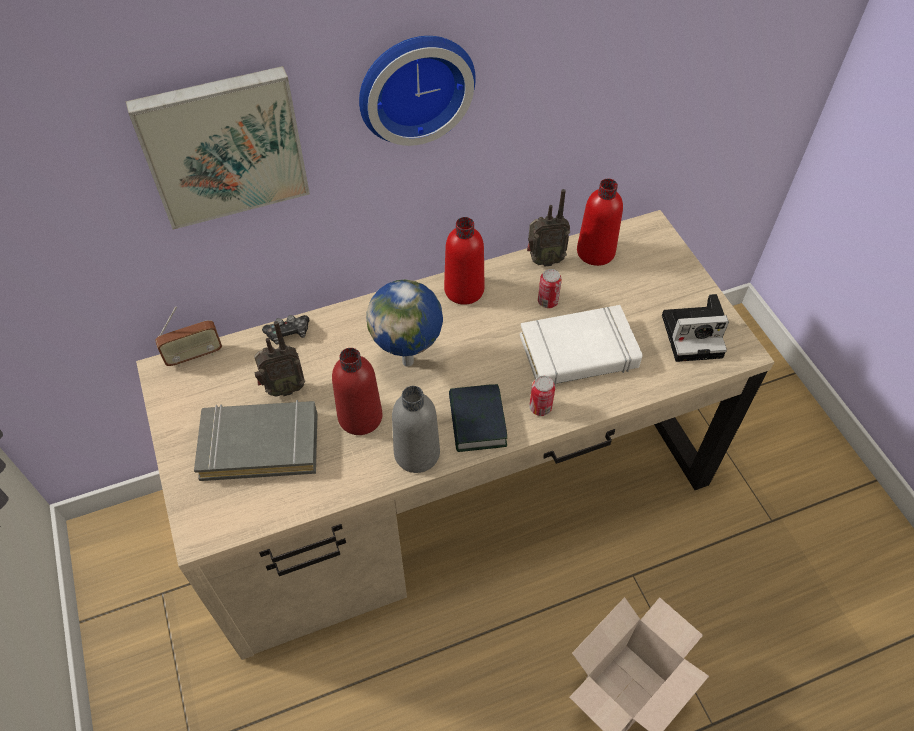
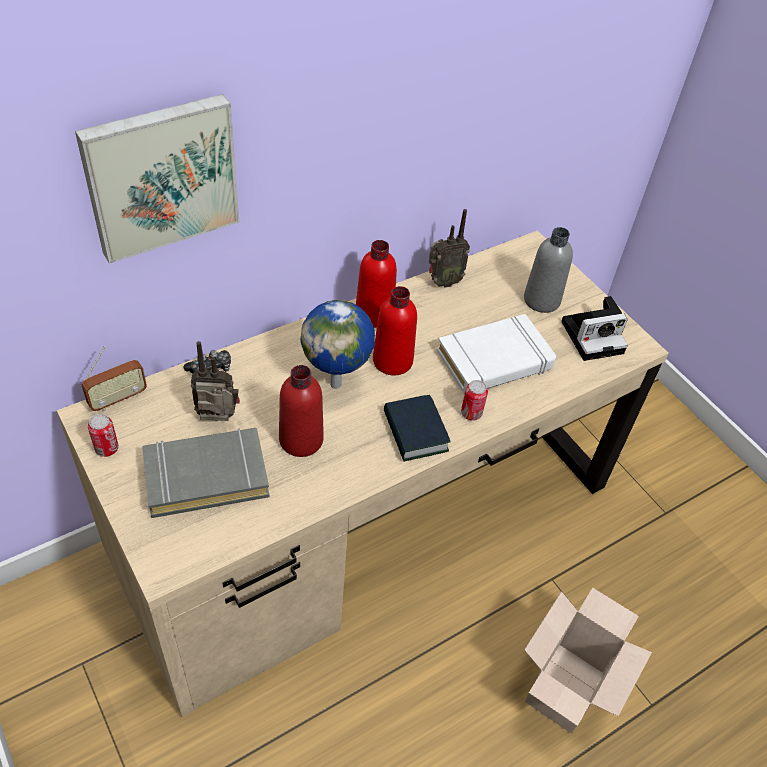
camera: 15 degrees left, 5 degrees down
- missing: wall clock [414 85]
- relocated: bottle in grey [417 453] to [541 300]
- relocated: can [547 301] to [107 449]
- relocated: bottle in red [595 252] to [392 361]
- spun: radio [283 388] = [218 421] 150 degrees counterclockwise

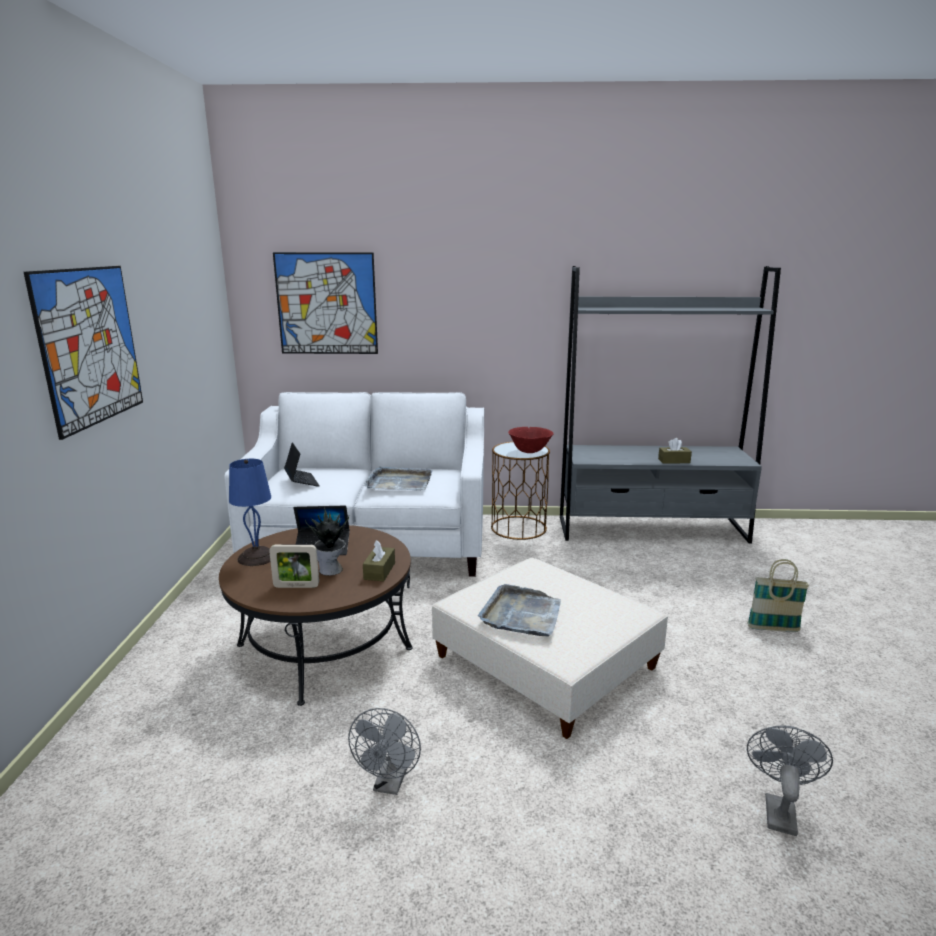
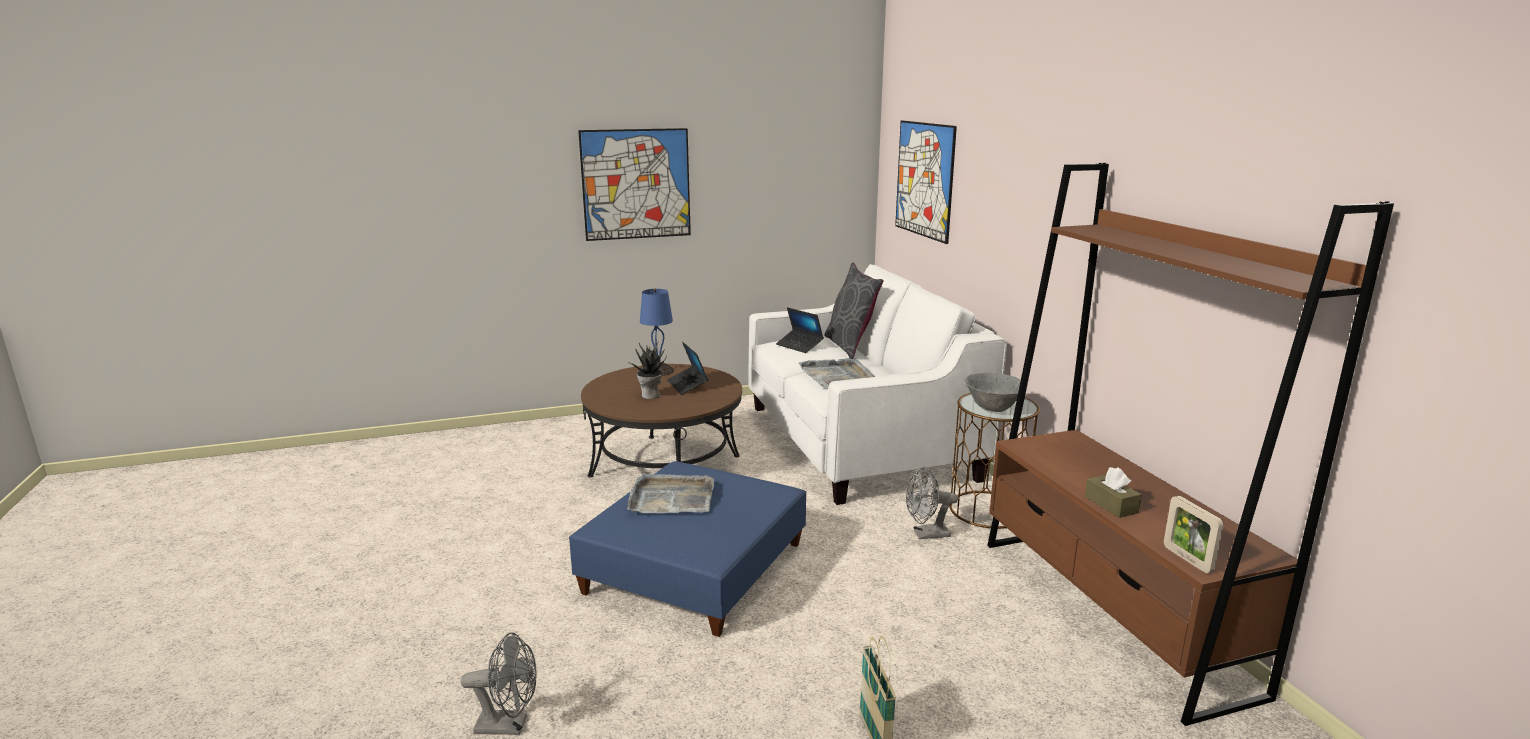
camera: 70 degrees right, 0 degrees up
- missing: tissue box in brown [379 571]
- appeared: pillow in grey [850 346]
- relocated: picture frame [296 586] to [1187 559]
- relocated: fan in grey [390 783] to [926 534]
- colour: ottoman in beige [546 662] to ottoman in blue [694 568]
- colour: bowl in red [529 452] to bowl in grey [992 409]
- colour: bookcase in grey [652 529] to bookcase in brown [1111 613]
- spun: laptop [301 481] = [799 346] 90 degrees clockwise

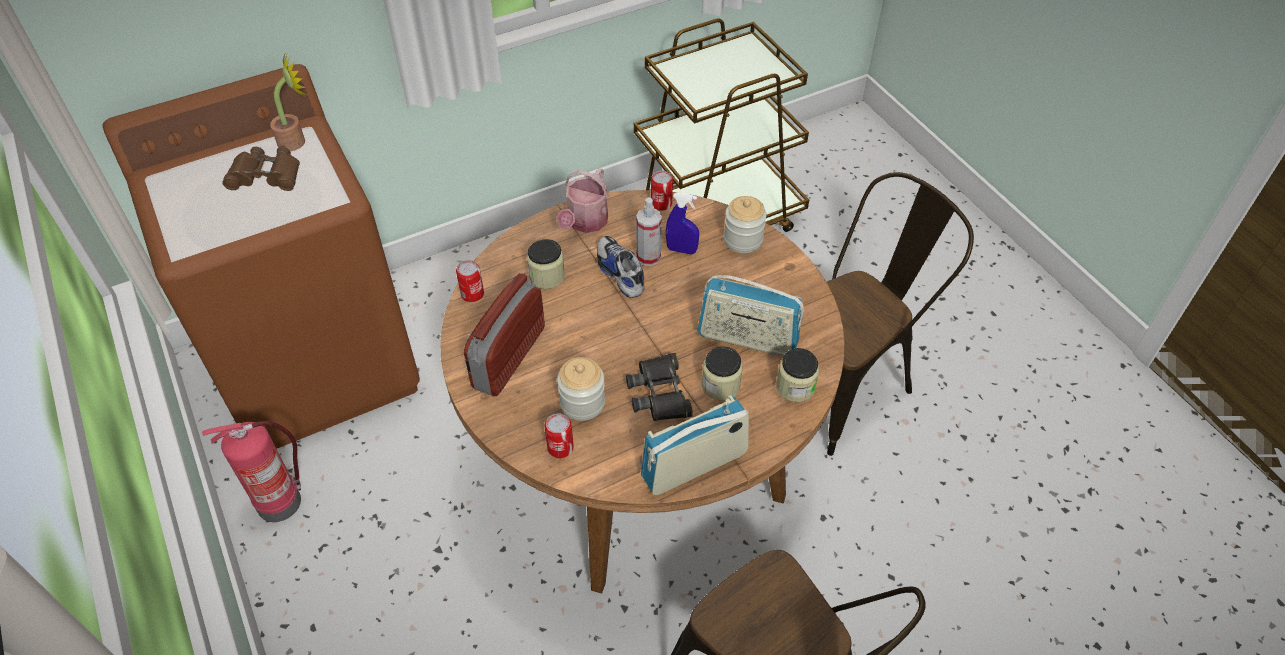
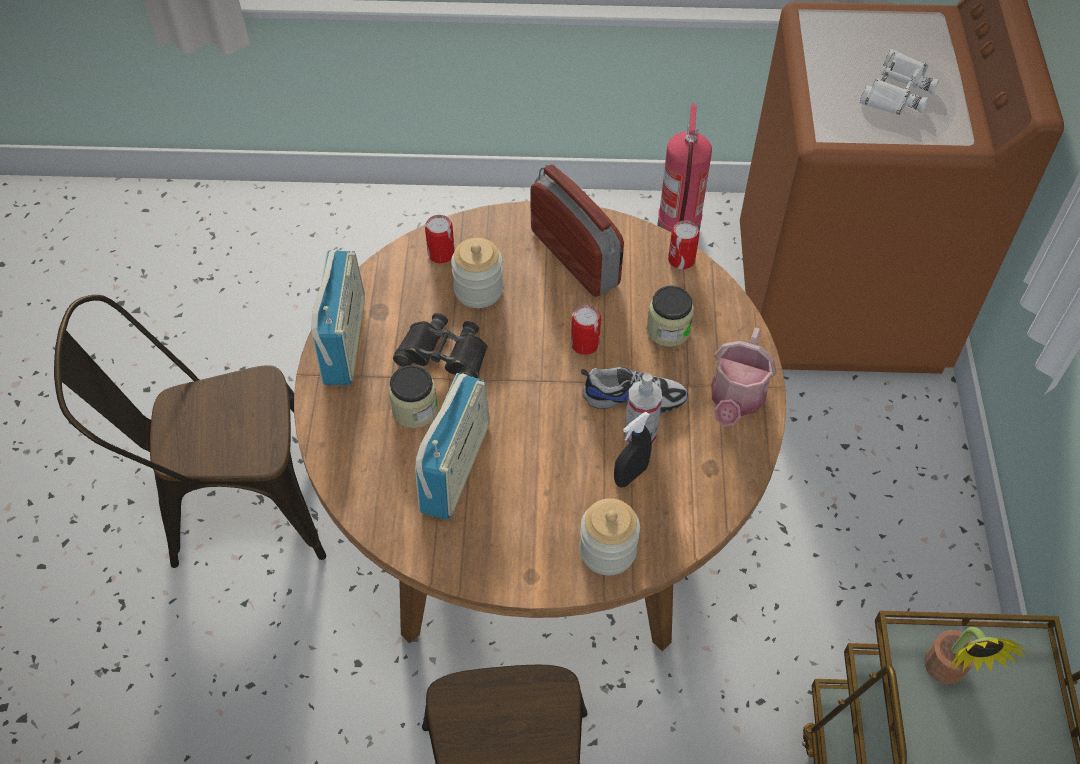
camera: 120 degrees right, 5 degrees up
- missing: jar [795 387]
- relocated: potted plant [297 140] to [947 673]
- relocated: can [661 204] to [585 344]
- colour: binoculars in brown [266 176] to binoculars in white [897 91]
- colour: spray bottle in blue [681 250] to spray bottle in black [630 475]
- spun: watering can [585 223] = [735 400] 120 degrees counterclockwise
- spun: radio [747 339] = [455 467] 150 degrees clockwise

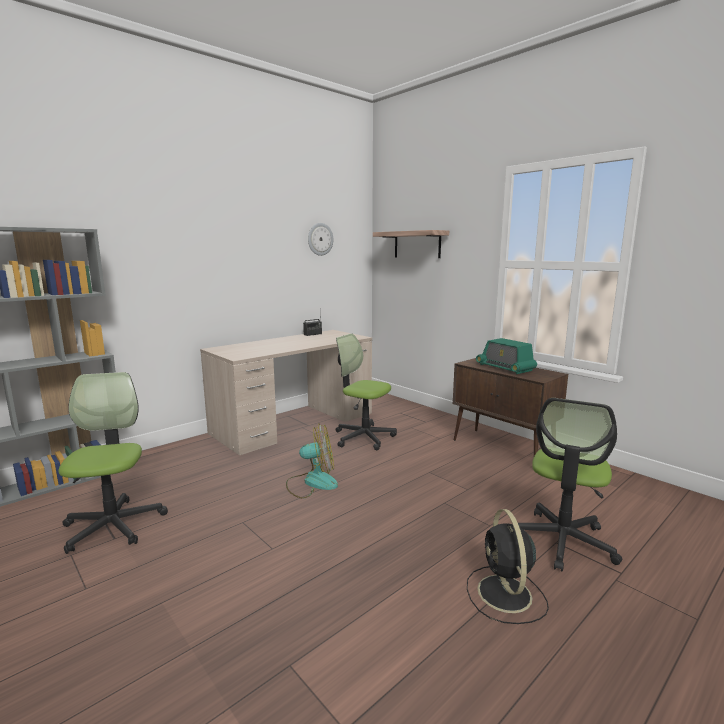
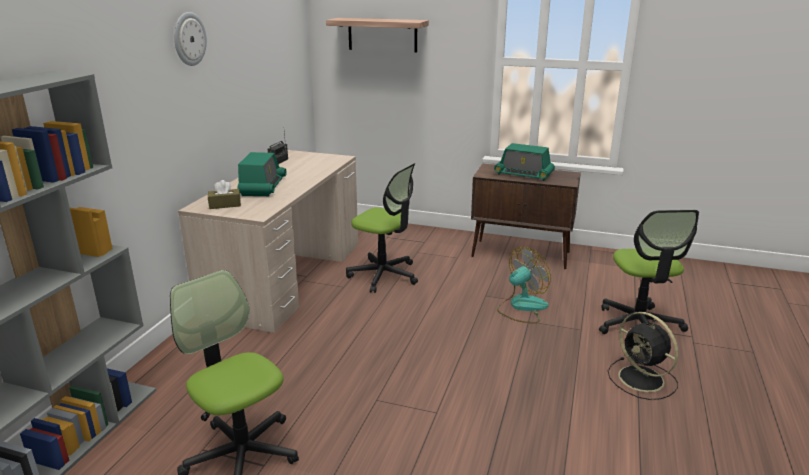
camera: 30 degrees left, 10 degrees up
- appeared: tissue box in brown [225 205]
- appeared: radio [262 187]
- relocated: fan [312 482] to [522 307]
- relocated: wall clock [320 239] to [189 39]
- spun: office chair [364 437] = [384 275] 150 degrees counterclockwise

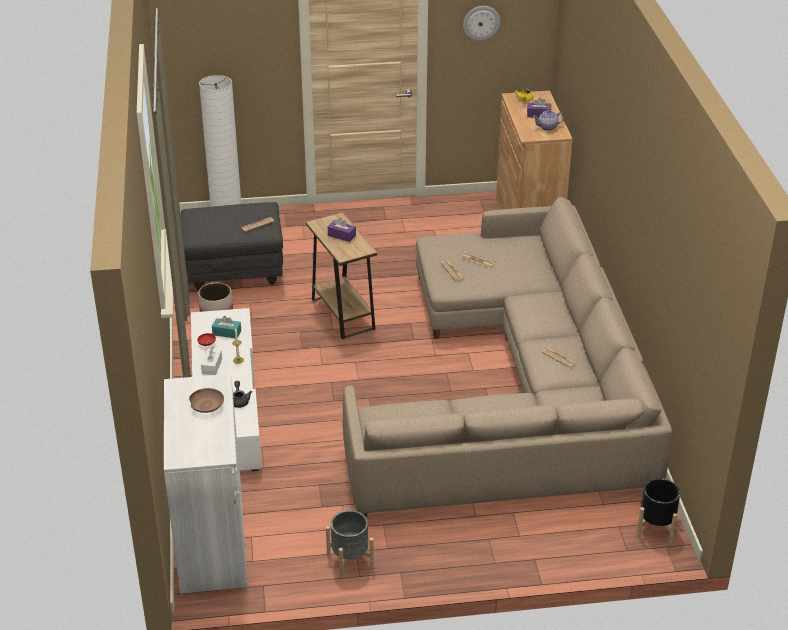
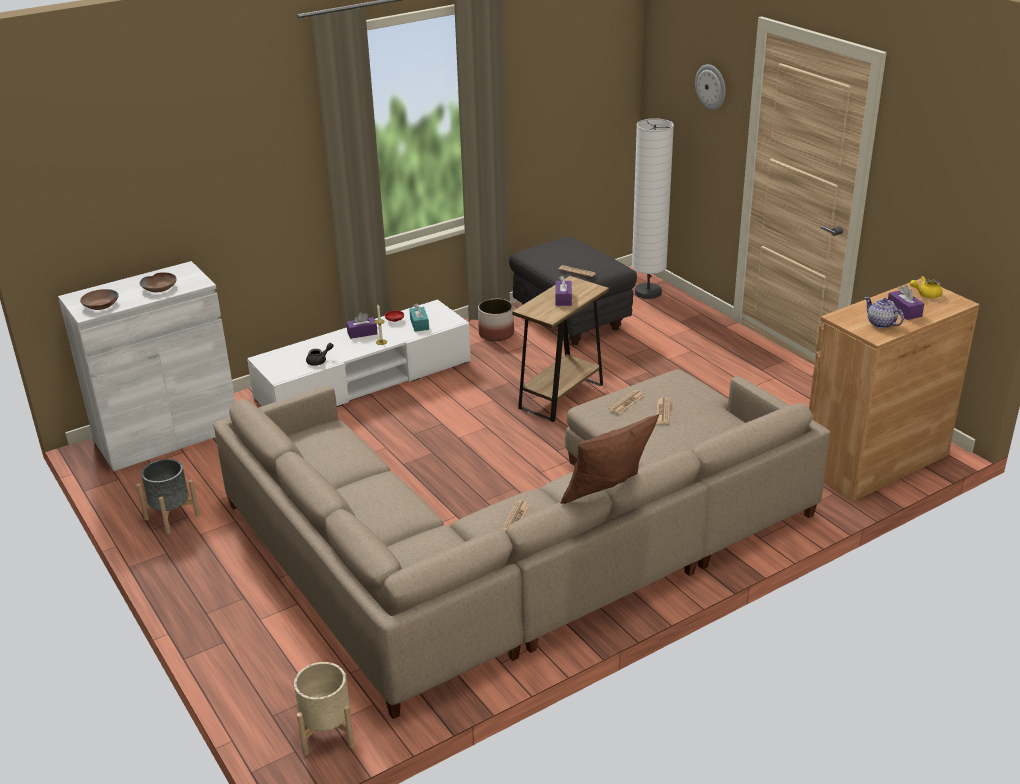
camera: 65 degrees right, 5 degrees down
- appeared: bowl in brown [100 305]
- appeared: pillow in brown [608 496]
- relocated: wall clock [481 22] to [711 86]
- colour: tissue box in white [212 366] to tissue box in purple [362 333]
- colour: planter in black [656 527] to planter in beige [327 732]

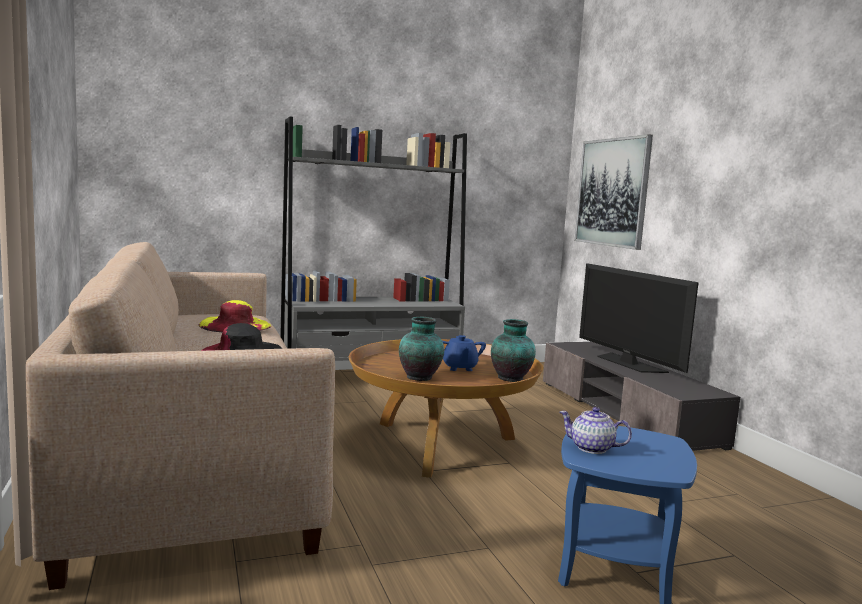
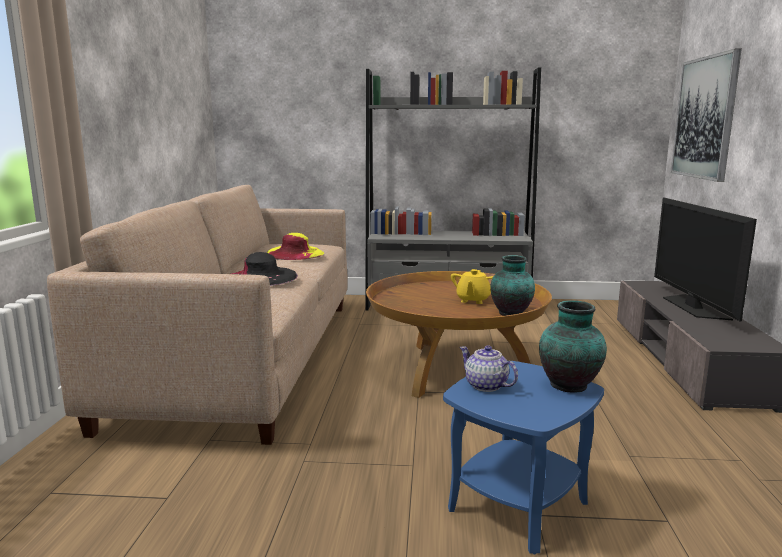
camera: 25 degrees right, 5 degrees up
- relocated: vase [420 377] to [570 386]
- colour: teapot in blue [459 368] to teapot in yellow [473 300]

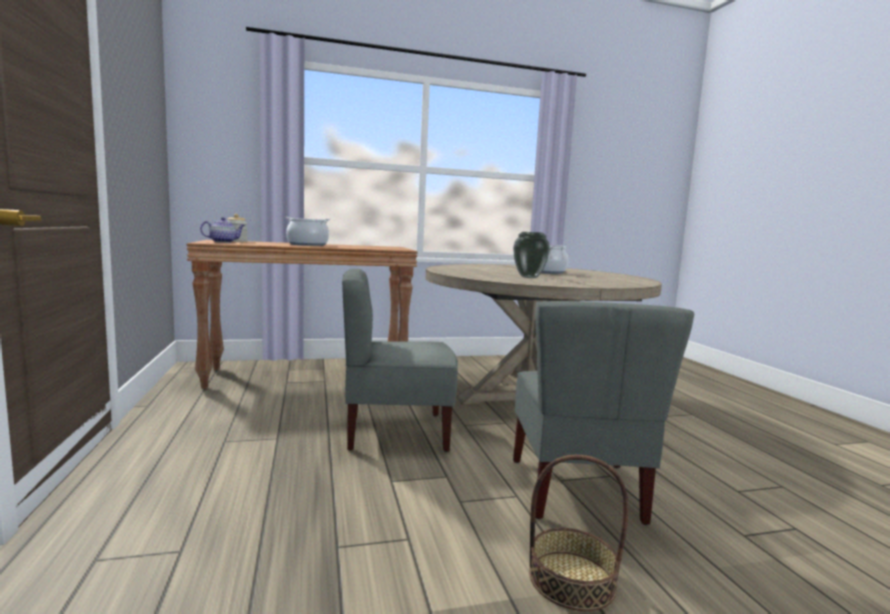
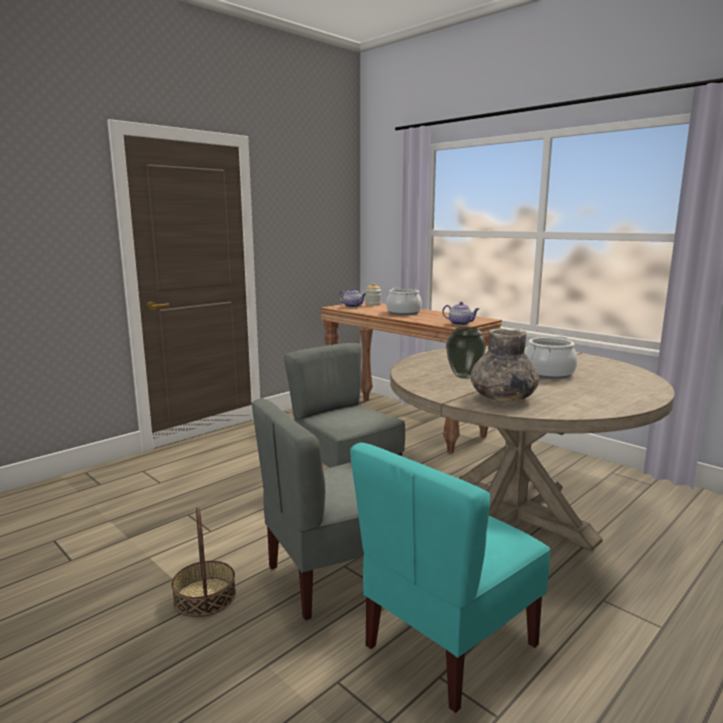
camera: 60 degrees right, 5 degrees up
- appeared: chair in turquoise [448 645]
- appeared: teapot [460 324]
- appeared: vase in grey [502 398]

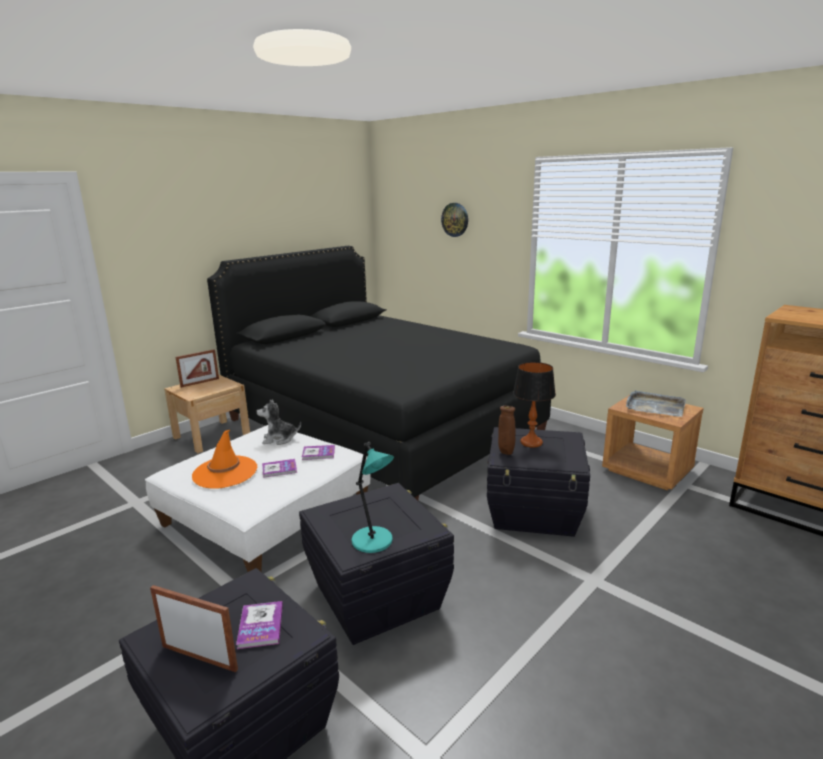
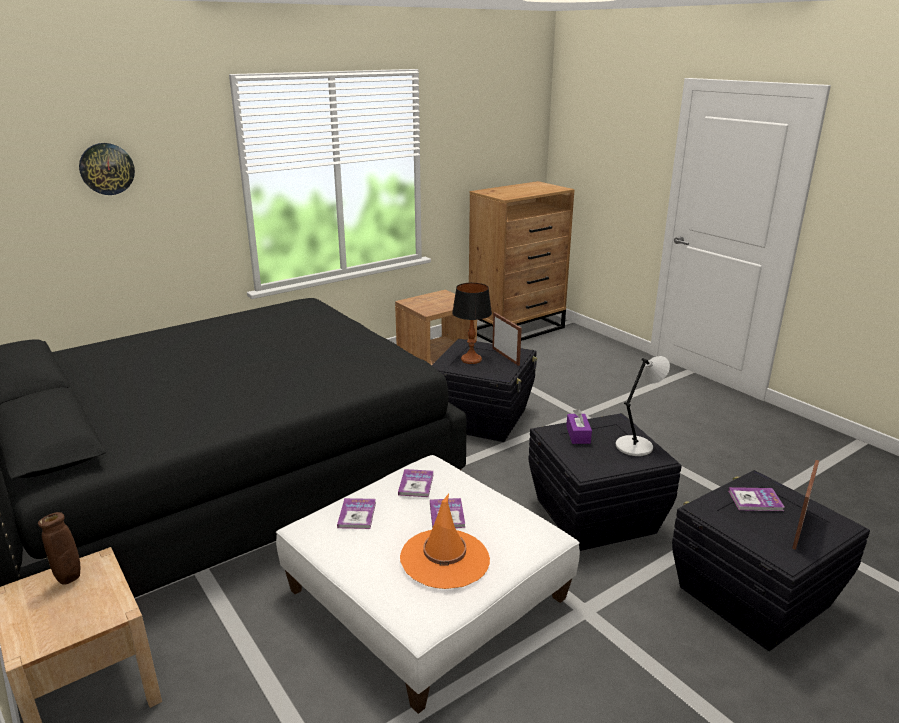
camera: 80 degrees left, 5 degrees up
- missing: tray in grey [654 406]
- appeared: tissue box in purple [578 435]
- relocated: picture frame [200 383] to [505 356]
- relocated: vase in brown [506 453] to [70 580]
- exchanged: plush toy [279 439] to book [357 515]
- colour: table lamp in turquoise [373 541] to table lamp in grey [635 446]

